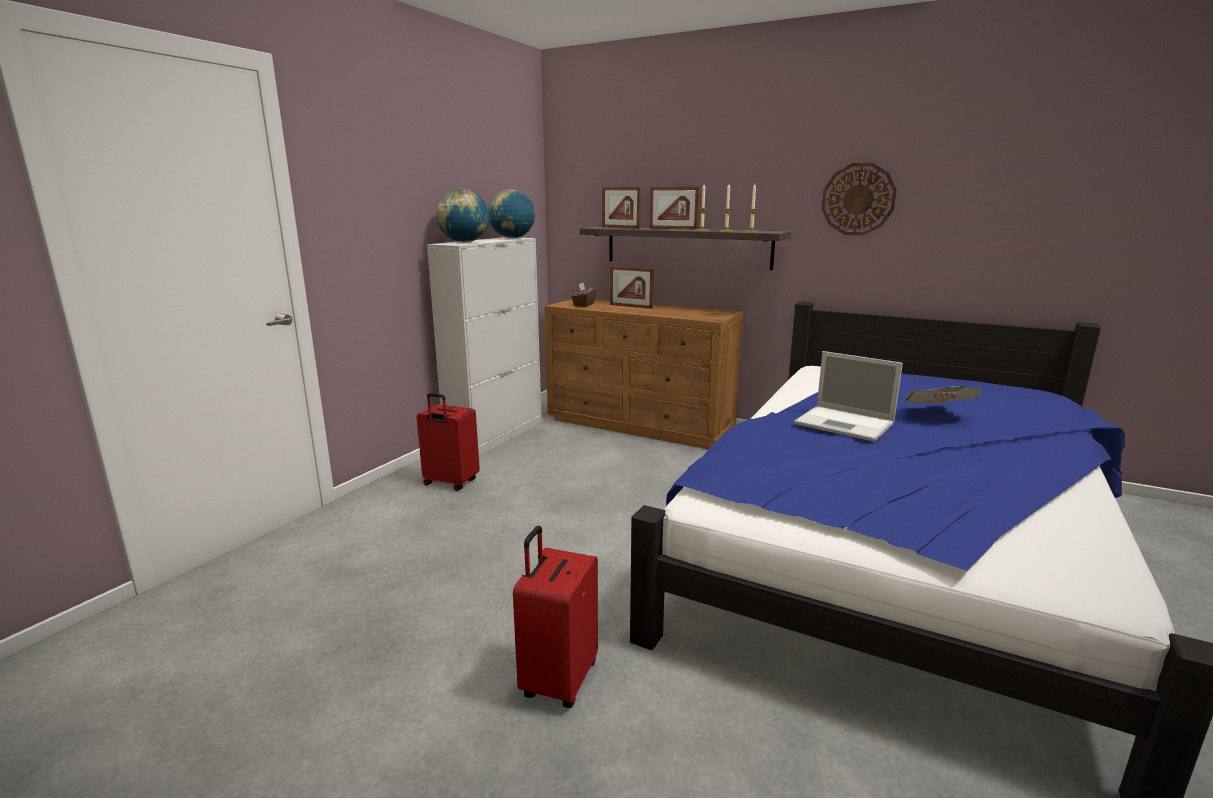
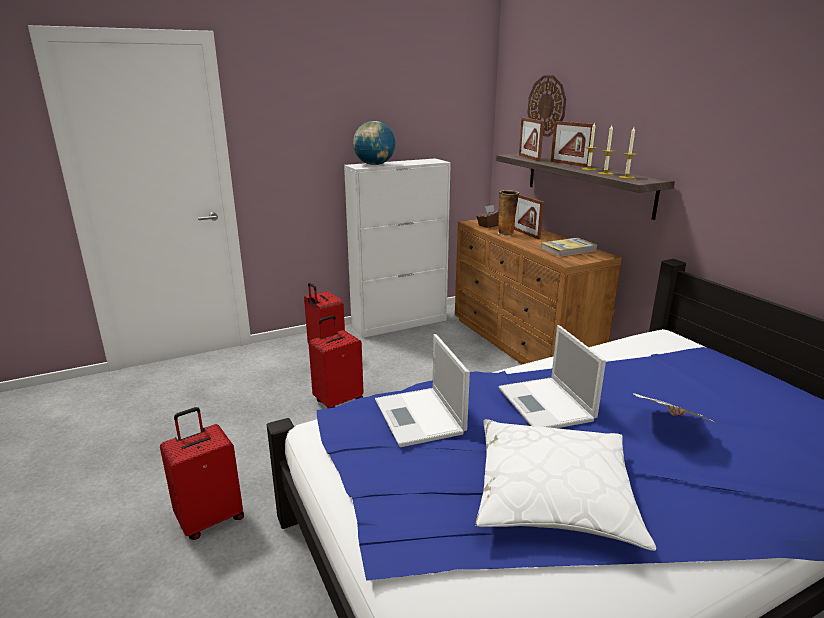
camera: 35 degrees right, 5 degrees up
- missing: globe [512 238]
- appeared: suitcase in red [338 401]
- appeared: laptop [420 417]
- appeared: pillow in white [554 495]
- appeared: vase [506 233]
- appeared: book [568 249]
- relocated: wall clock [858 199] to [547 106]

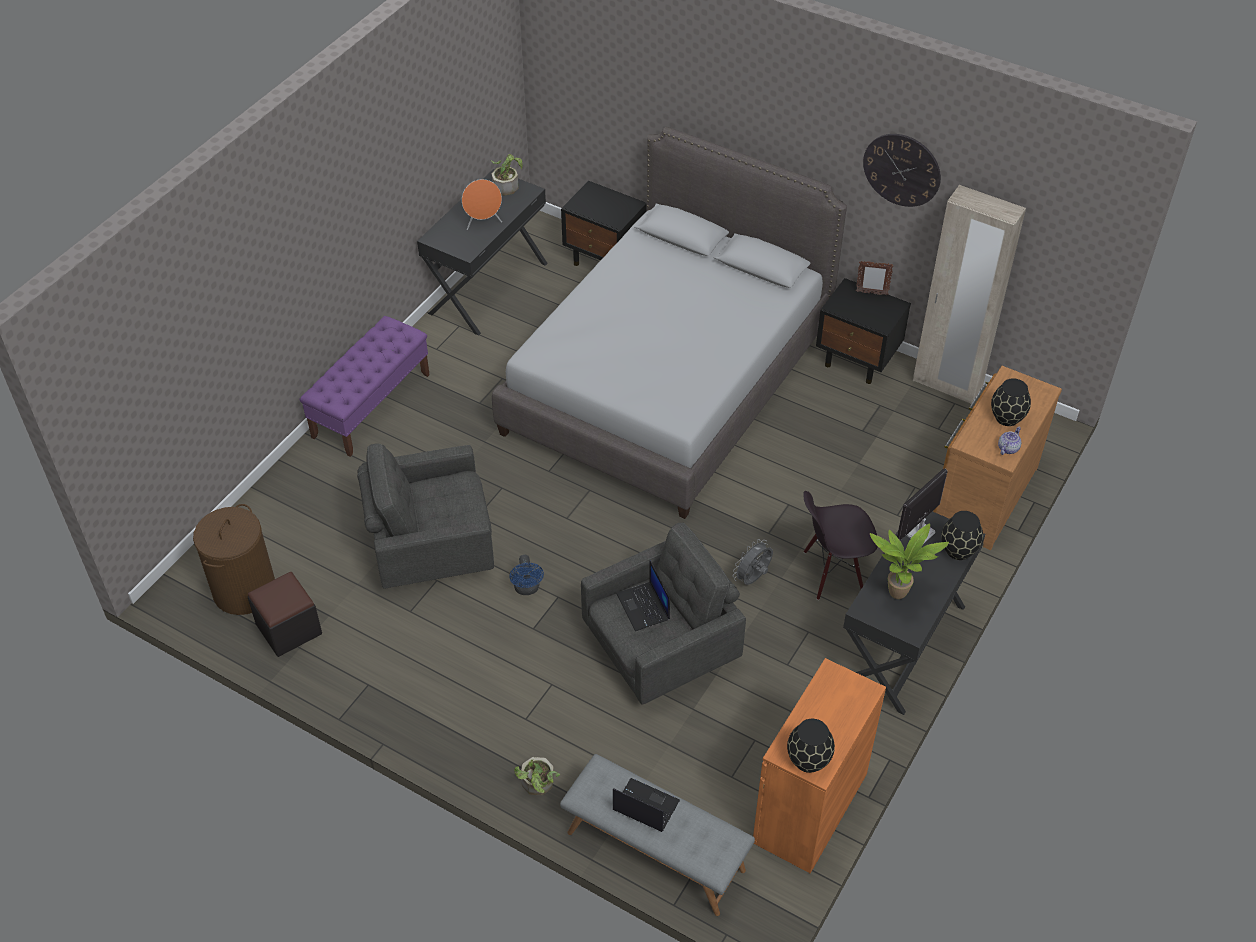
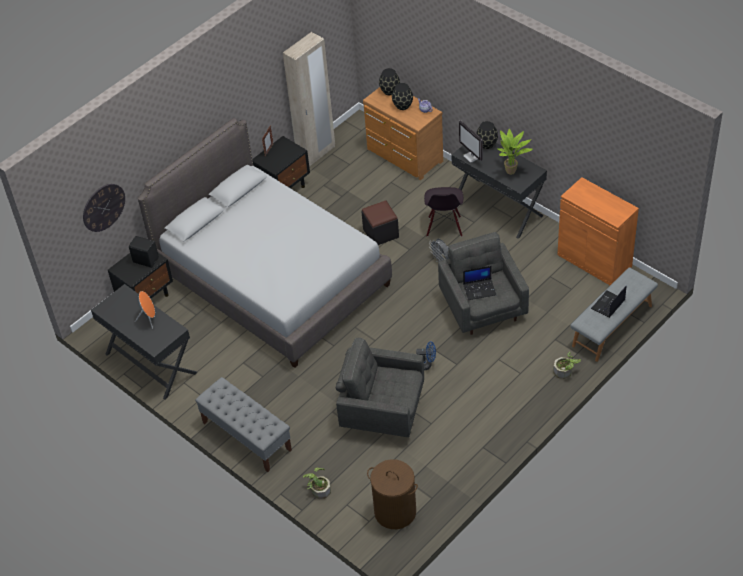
camera: 75 degrees left, 0 degrees up
- appeared: speaker in black [145 259]
- relocated: ottoman in black [289 629] to [381 233]
- relocated: potted plant [507 185] to [318 489]
- relocated: vase in black [808 759] to [389 91]
- relocated: wall clock [902 170] to [103 207]
- colour: bench in purple [371 405] to bench in grey [246 436]
- spun: armchair in grey [431 547] = [382 410] 105 degrees clockwise

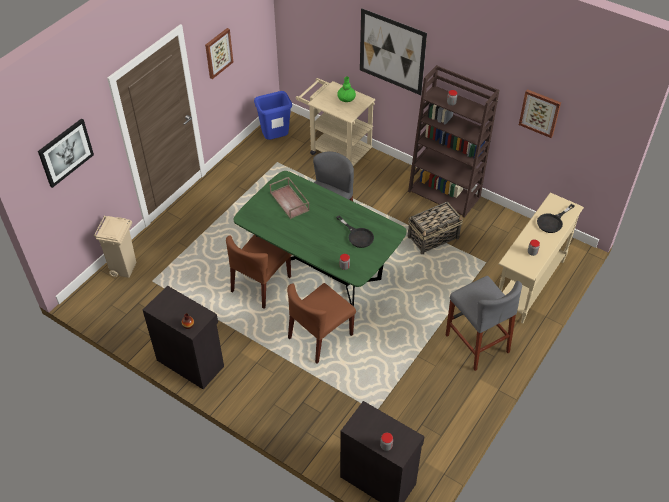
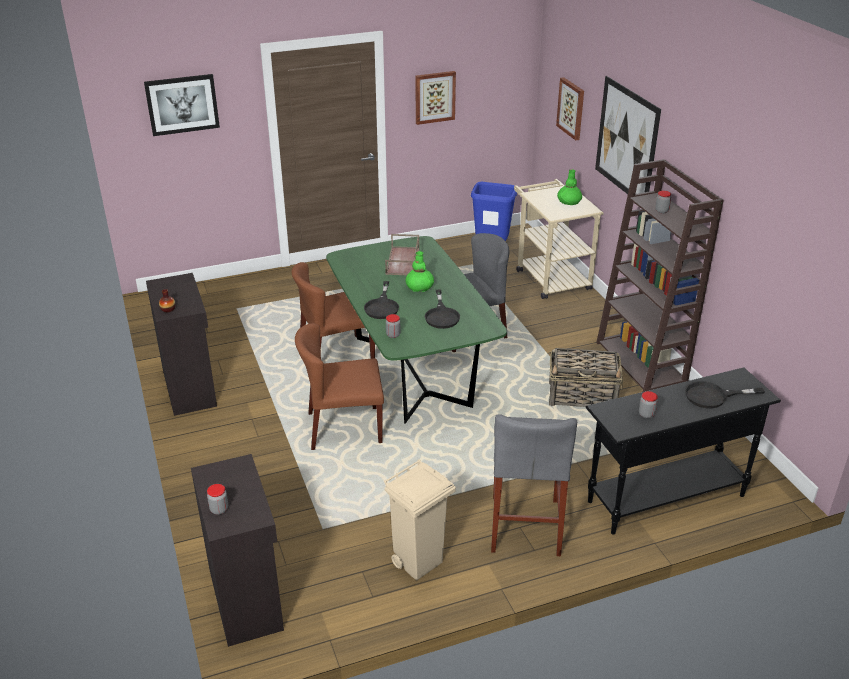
camera: 35 degrees right, 15 degrees down
- appeared: frying pan in black [382 306]
- appeared: vase in green [419 287]
- relocated: trash can in beige [124 268] to [419 562]
- relocated: picture [540 113] to [571 108]
- colour: console table in beige [529 285] to console table in black [665 498]

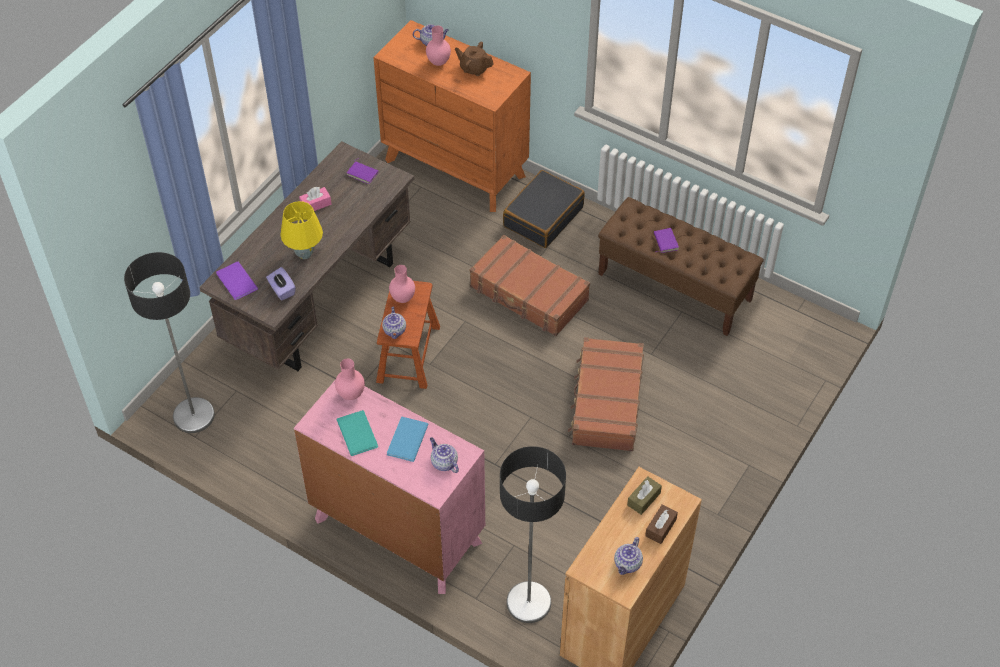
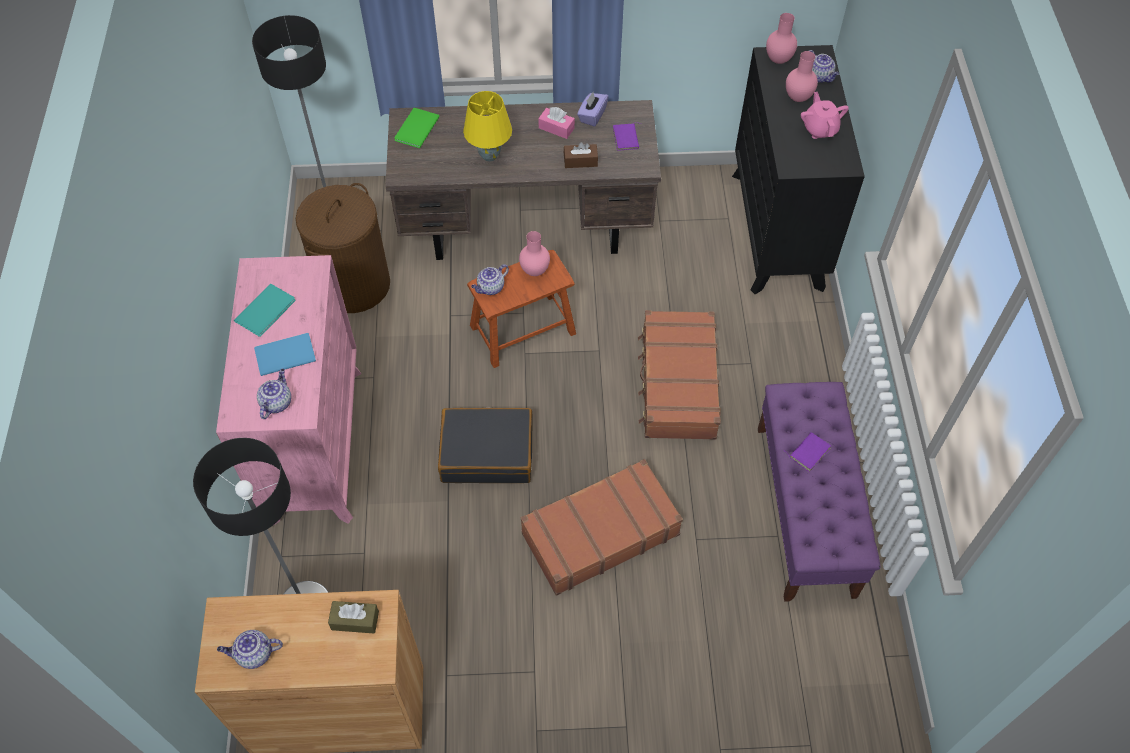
camera: 55 degrees right, 5 degrees up
- appeared: laundry basket in brown [353 284]
- relocated: tissue box in purple [282 290] to [592 116]
- relocated: vase in pink [352 394] to [779 60]
- relocated: suitcase in black [543 216] to [487 452]
- relocated: tissue box in brown [660 527] to [580 161]
- colour: book in purple [236 282] to book in green [415 129]
- colour: dresser in orange [455 168] to dresser in black [777 230]
- colour: teapot in brown [474 68] to teapot in pink [820 129]
- colour: bench in brown [675 287] to bench in purple [805 510]

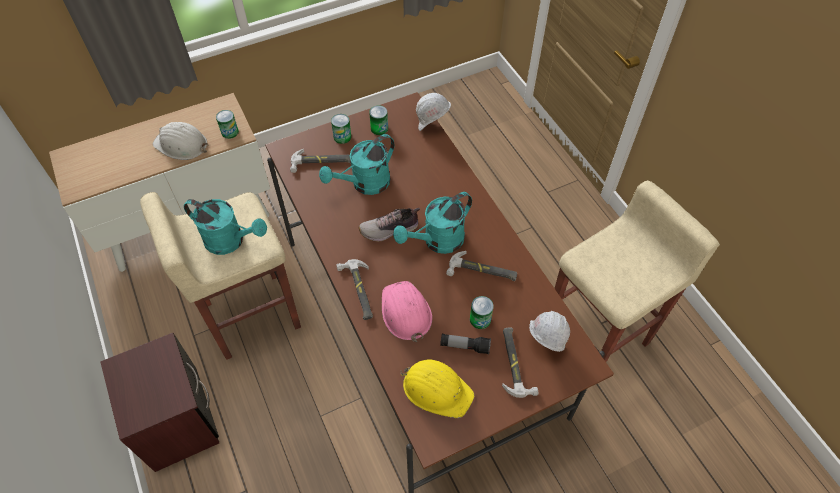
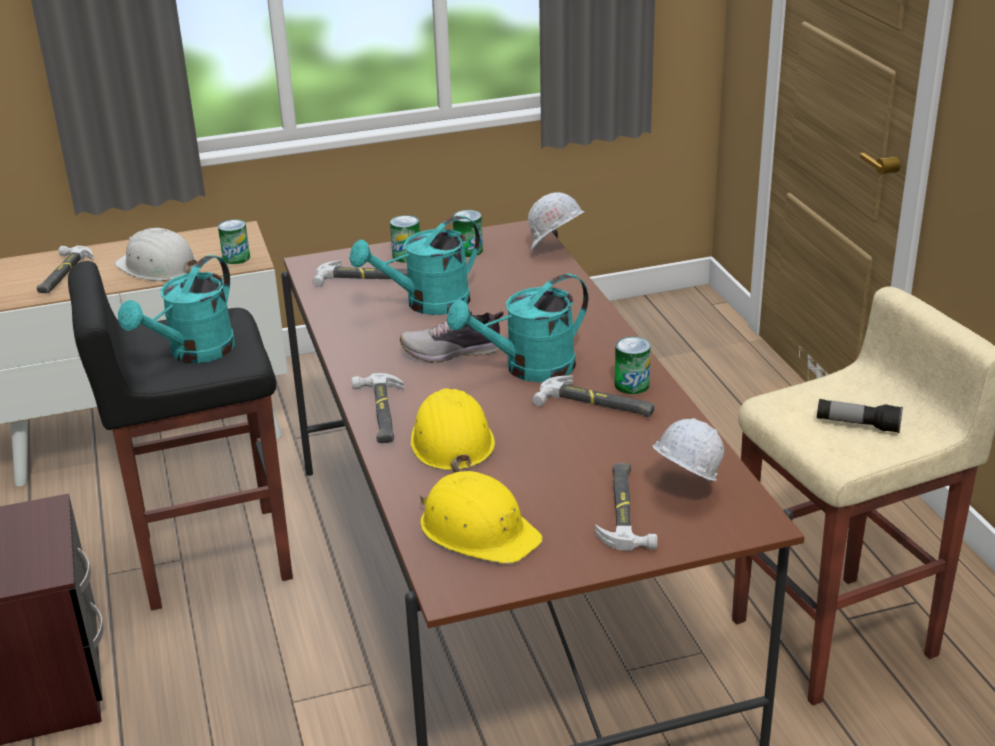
camera: 10 degrees right, 25 degrees down
- appeared: hammer [62 273]
- relocated: flashlight [465 346] to [857 425]
- relocated: can [480 319] to [632 385]
- colour: stool in beige [250 315] to stool in black [210 556]
- colour: hard hat in pink [405 312] to hard hat in yellow [451 441]
- spun: watering can in turquoise [231 241] = [194 353] 90 degrees clockwise

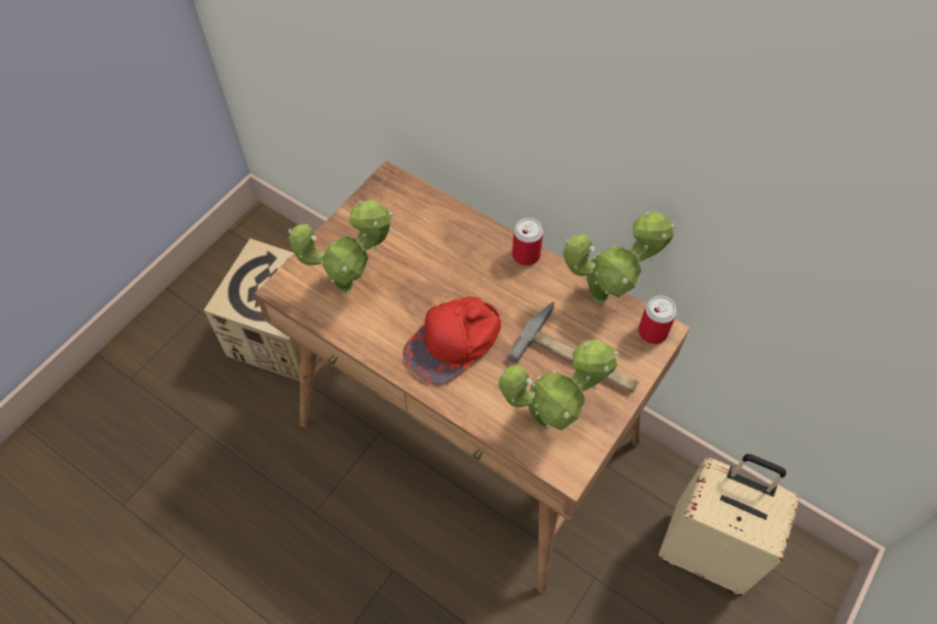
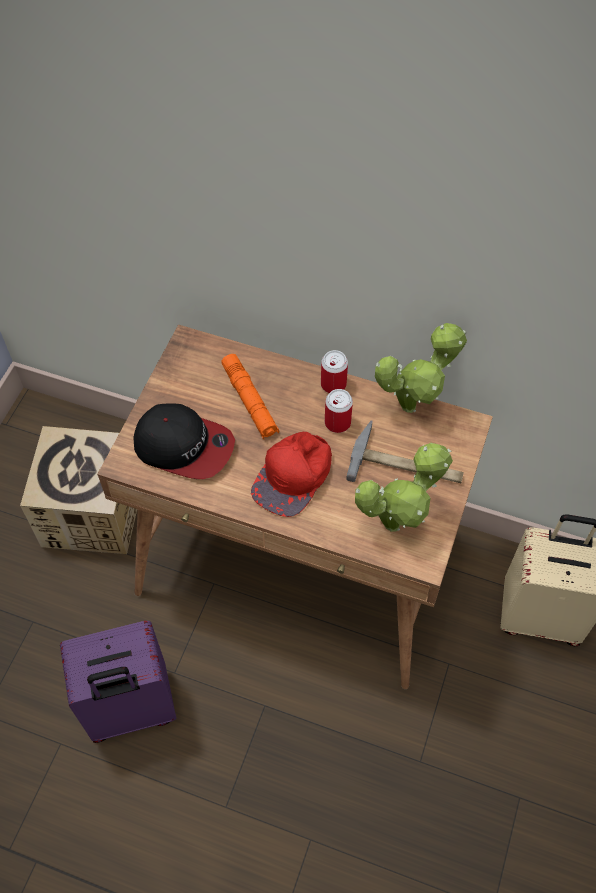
camera: 15 degrees left, 0 degrees up
- appeared: suitcase in purple [131 710]
- appeared: flashlight in orange [250 401]
- relocated: can [652 332] to [337 422]
- exchanged: potted plant [351 284] to cap [184 446]

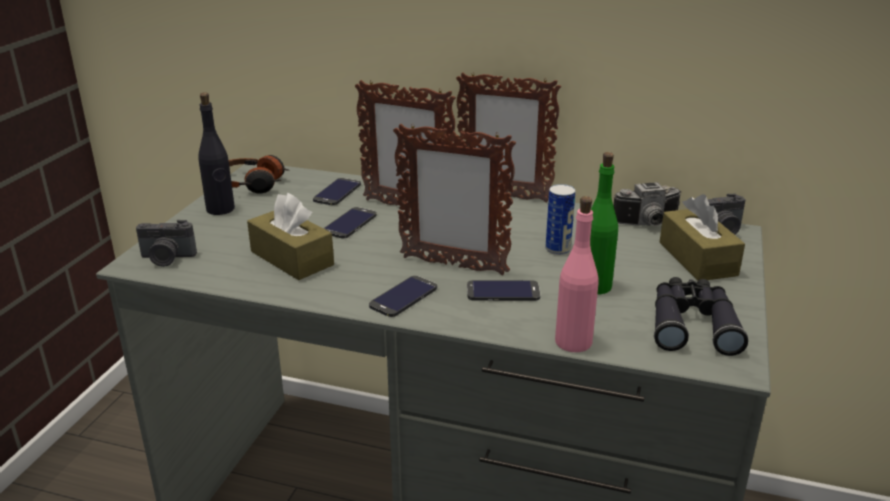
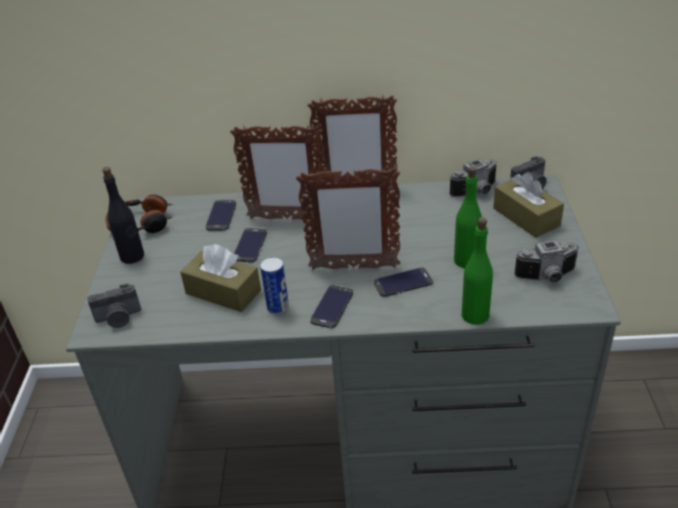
camera: 15 degrees left, 10 degrees up
- relocated: can [558 249] to [278 308]
- exchanged: binoculars in black [692 324] to photo camera [548 277]
- colour: bottle in pink [573 342] to bottle in green [475 315]

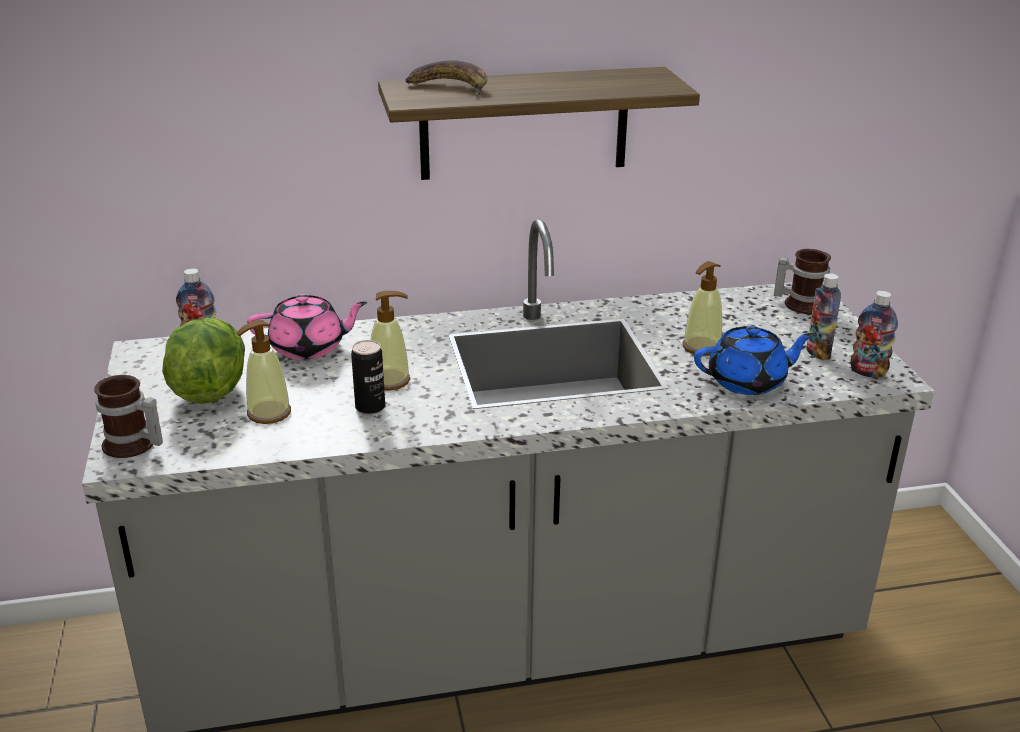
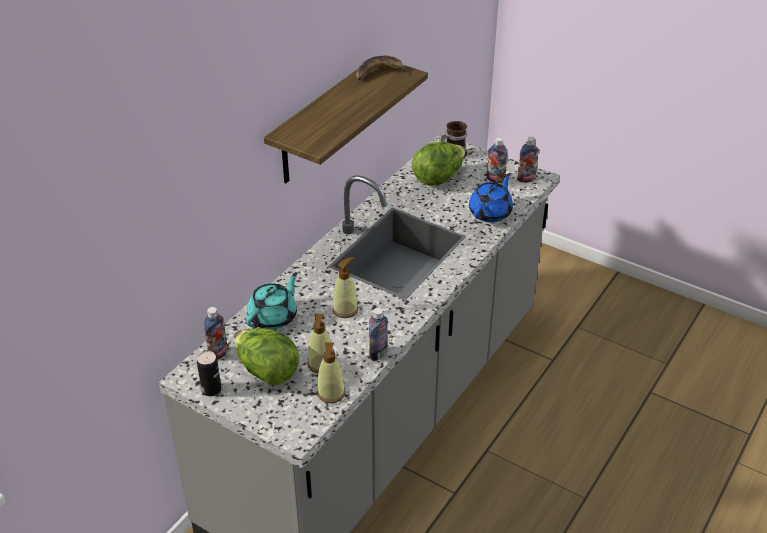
camera: 45 degrees left, 10 degrees up
- missing: mug [132 446]
- appeared: bottle [378 354]
- appeared: lettuce [438 178]
- relocated: can [370 407] to [211 390]
- relocated: banana [450 87] to [380 73]
- relocated: soap dispenser [701 347] to [331 393]
- colour: teapot in pink [309 347] to teapot in turquoise [274 317]

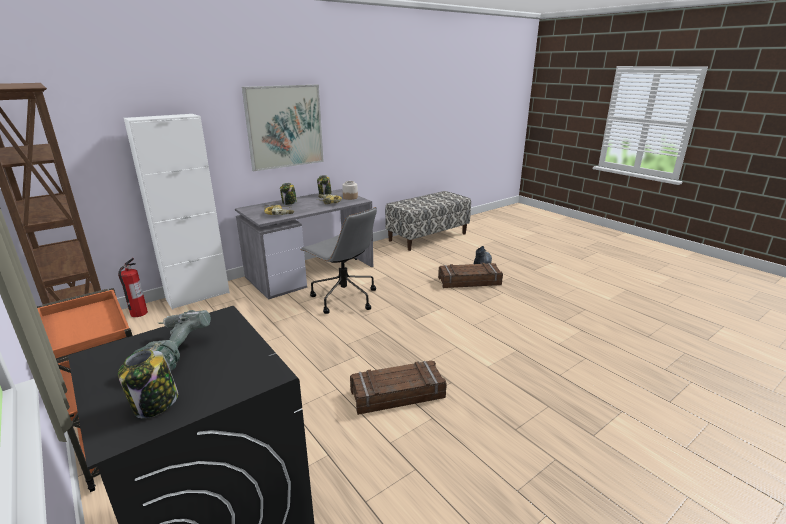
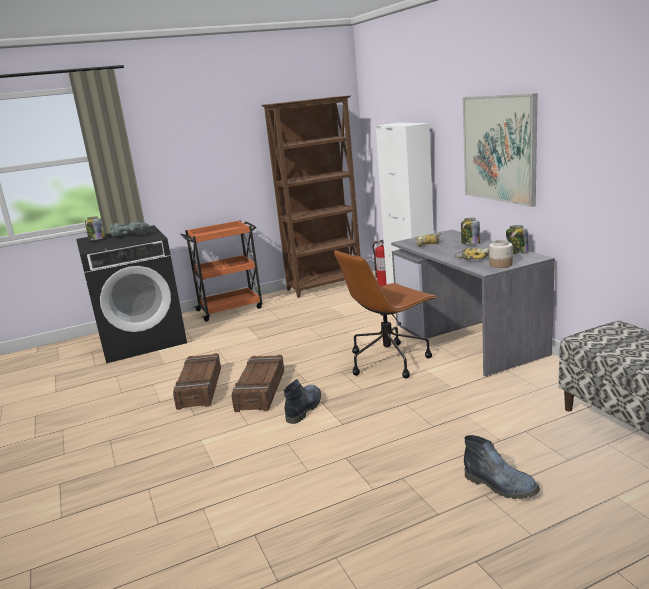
camera: 105 degrees right, 5 degrees down
- appeared: boot [304 408]
- relocated: crate [469 281] to [261 390]
- colour: office chair in grey [343 298] to office chair in brown [389 360]

